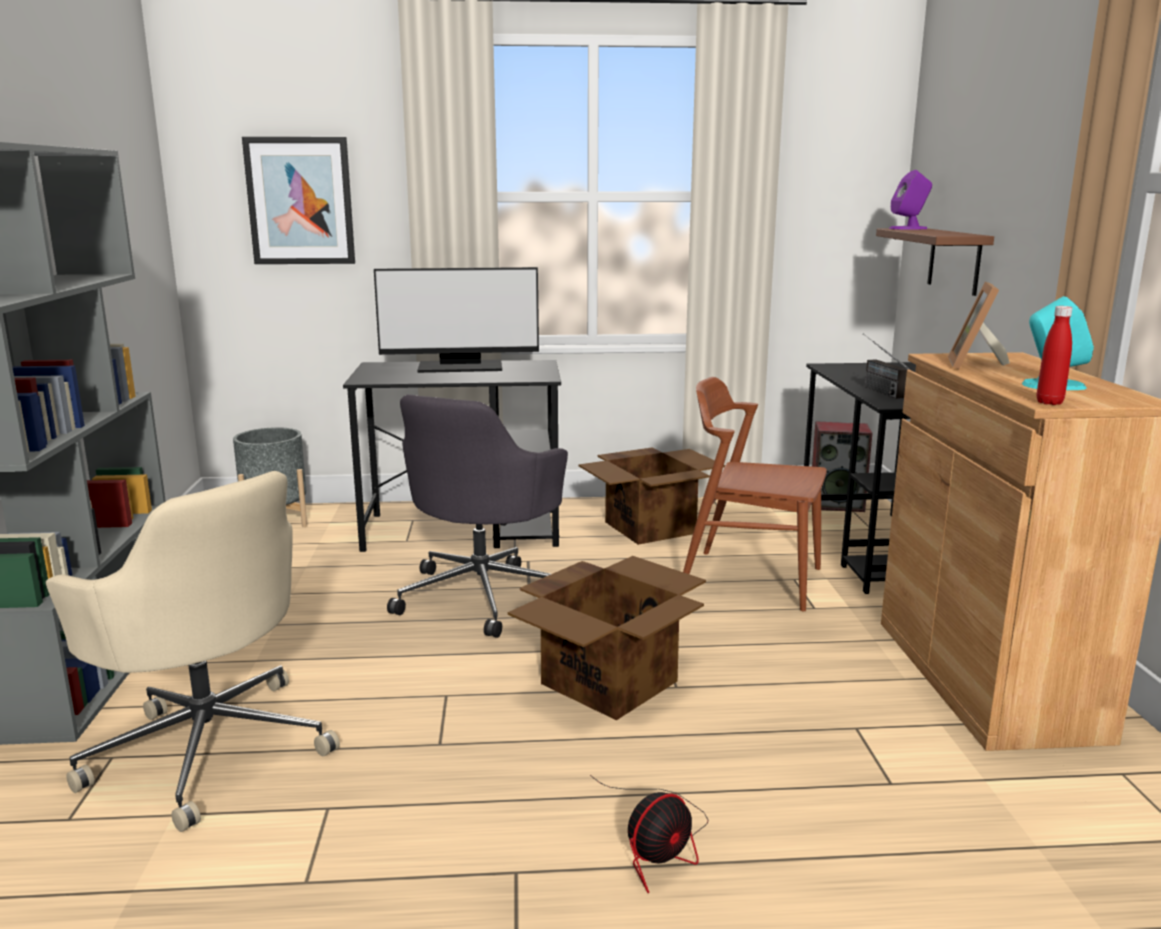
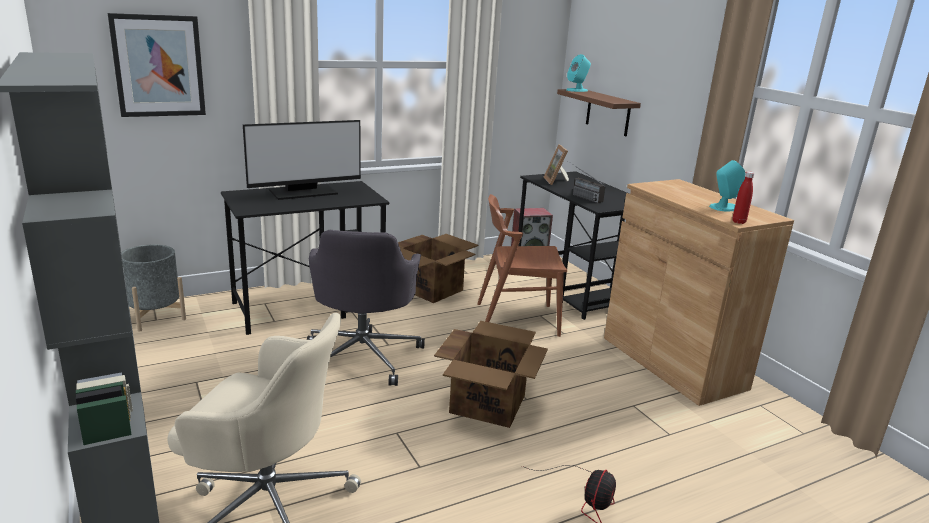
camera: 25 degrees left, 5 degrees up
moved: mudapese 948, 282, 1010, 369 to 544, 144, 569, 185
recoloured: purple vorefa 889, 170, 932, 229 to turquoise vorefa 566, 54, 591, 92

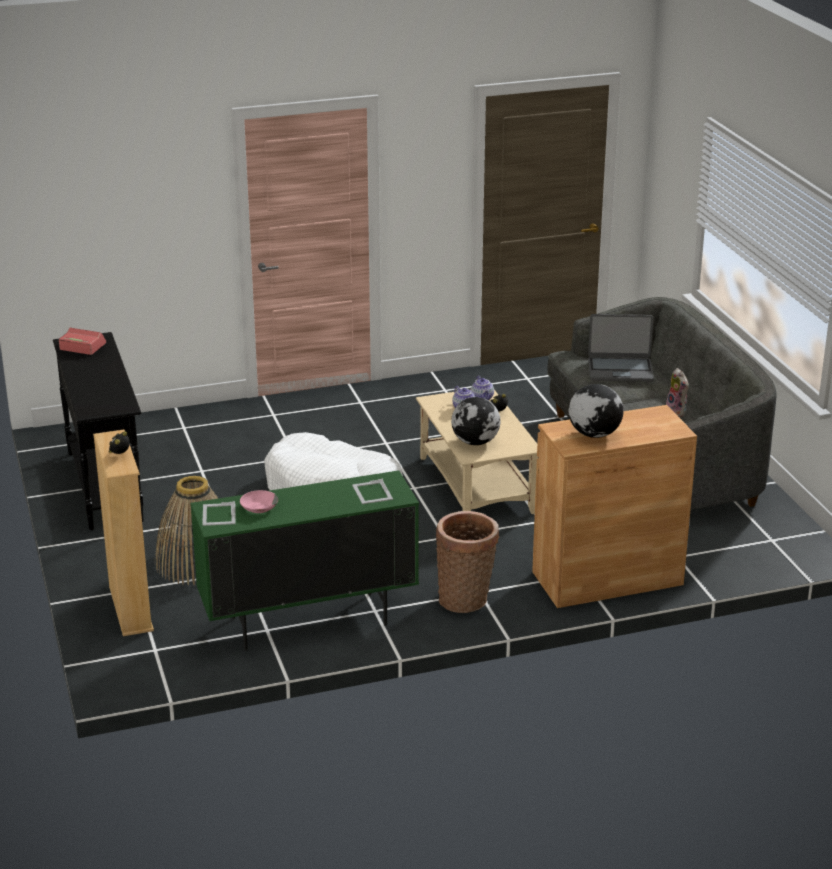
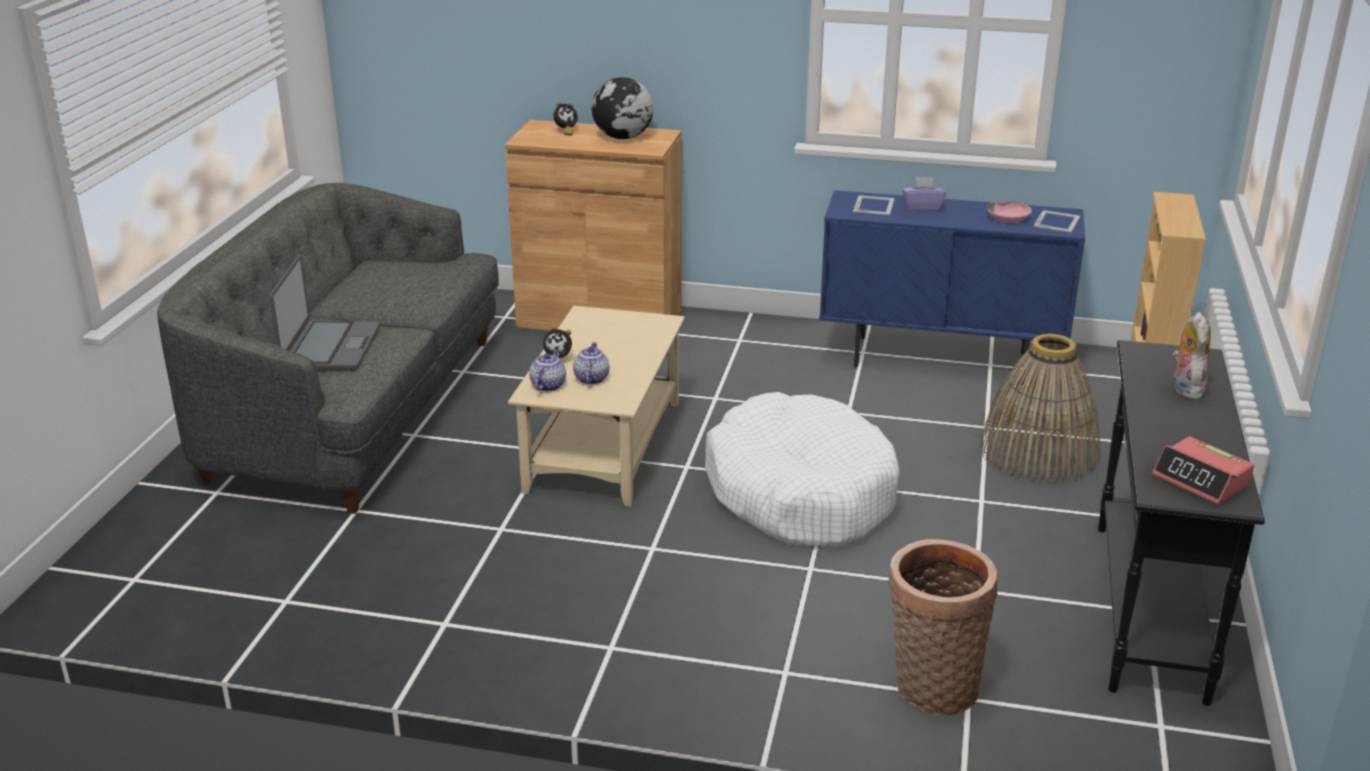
camera: 150 degrees left, 0 degrees up
removed: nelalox 451, 397, 500, 445
added: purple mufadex 903, 177, 946, 211
moved: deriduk 109, 431, 130, 454 to 554, 102, 578, 135; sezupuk 436, 511, 499, 613 to 888, 539, 997, 715; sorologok 666, 368, 689, 417 to 1173, 312, 1211, 399
recoloured: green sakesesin 190, 470, 419, 651 to blue sakesesin 819, 190, 1085, 384
turned: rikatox 588, 314, 654, 382 = 269, 255, 380, 370 60 degrees clockwise

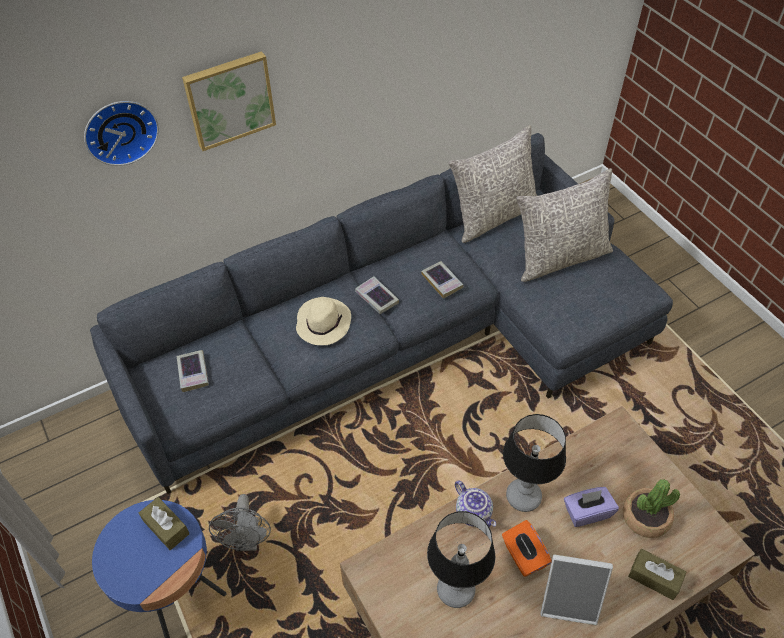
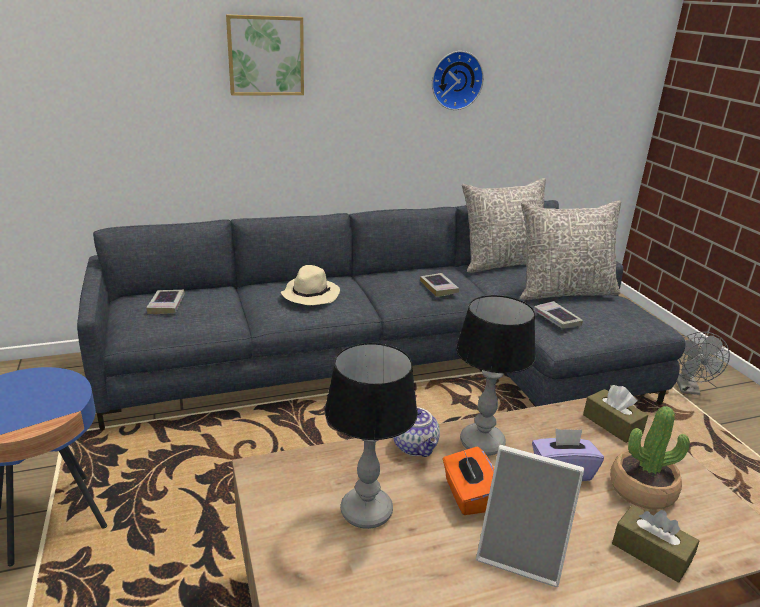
camera: 10 degrees right, 25 degrees down
moved: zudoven 84, 101, 159, 166 to 432, 51, 484, 110; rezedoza 355, 276, 399, 314 to 534, 301, 583, 329; brown mufadex 139, 497, 190, 550 to 583, 385, 648, 443; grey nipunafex 209, 494, 271, 551 to 676, 332, 730, 395

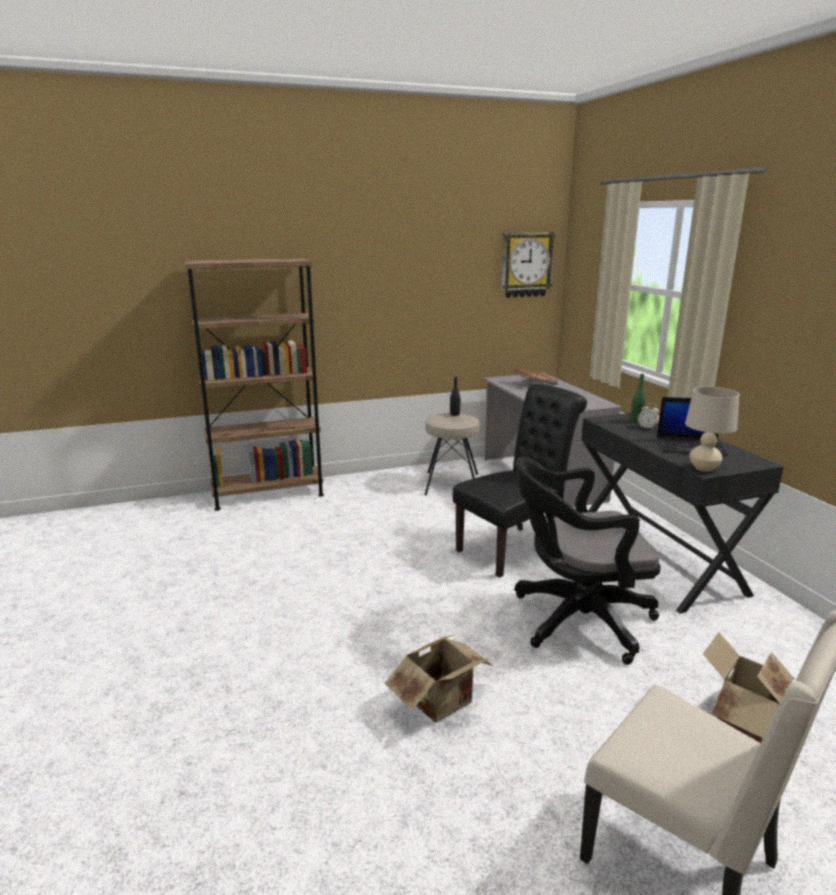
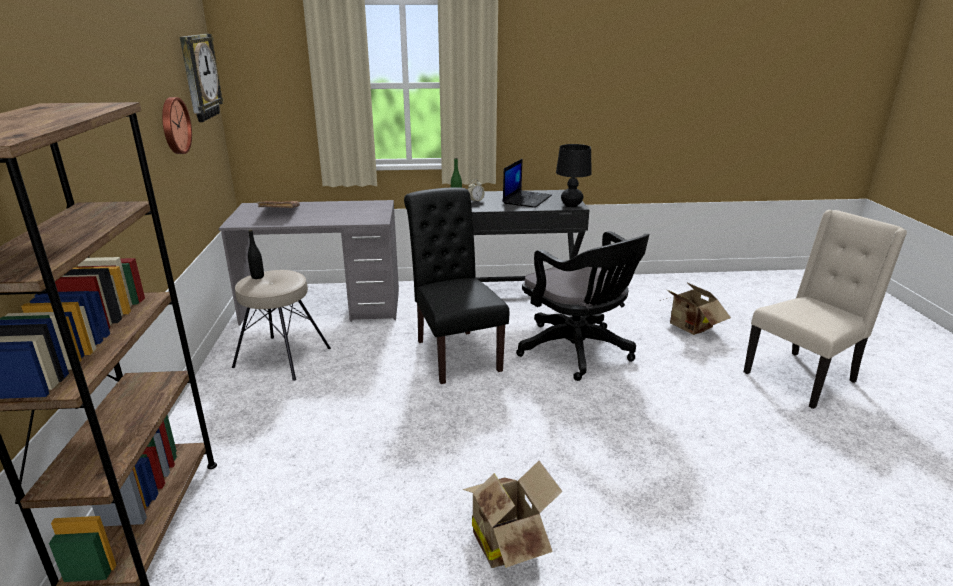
camera: 75 degrees left, 5 degrees up
added: zudoven 162, 97, 192, 154
moved: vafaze 384, 633, 493, 723 to 463, 461, 563, 568
recoloured: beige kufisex 685, 387, 739, 472 to black kufisex 556, 144, 592, 207
turned: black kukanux 515, 457, 661, 665 = 516, 231, 649, 381 45 degrees counterclockwise

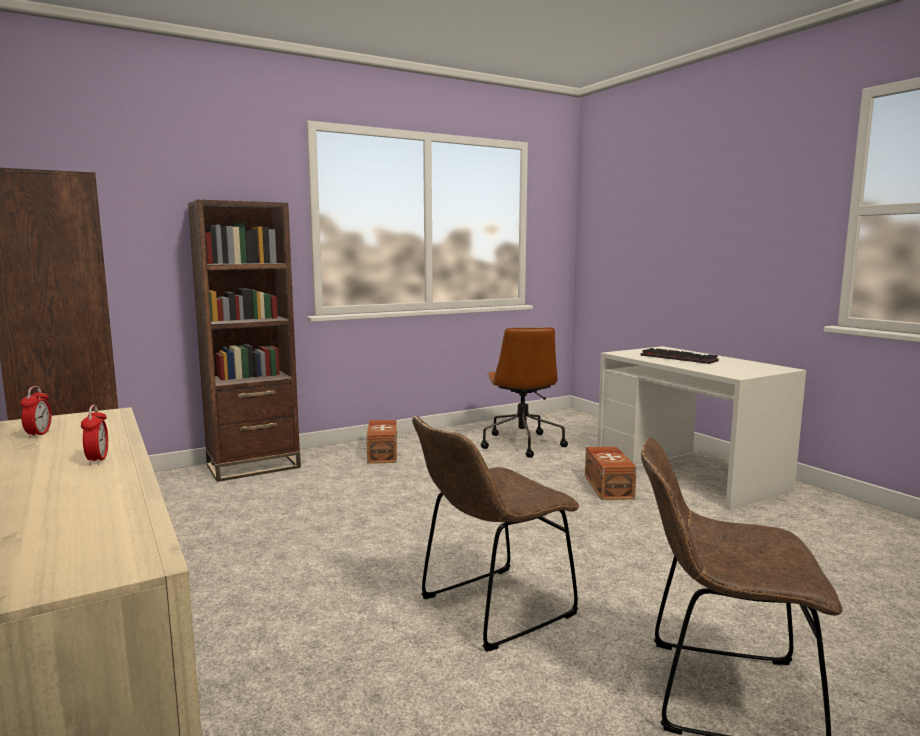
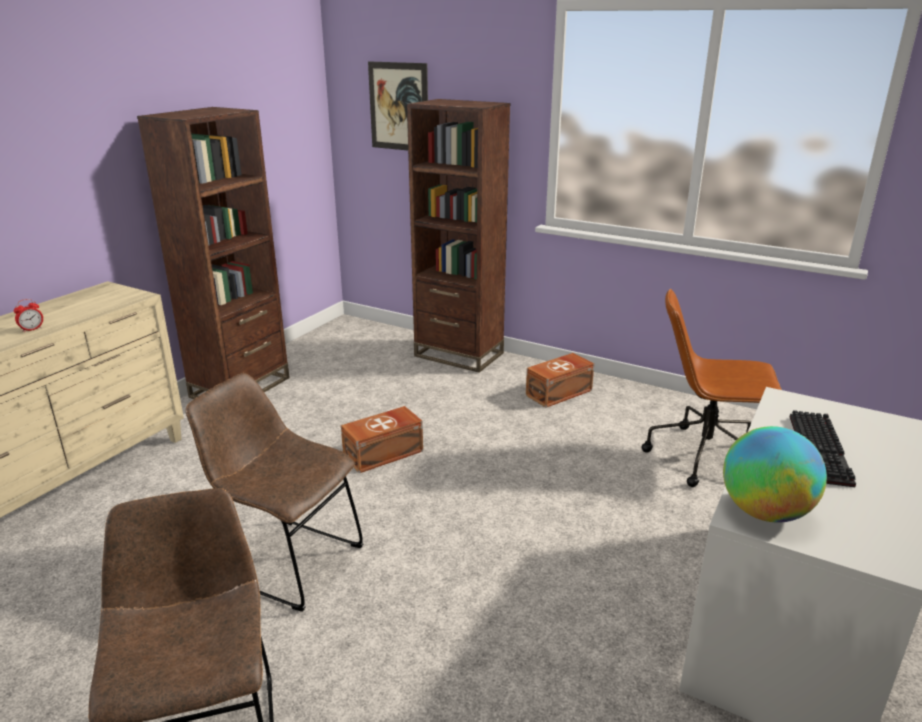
camera: 60 degrees right, 15 degrees up
removed: deriduk 20, 386, 51, 438
added: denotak 368, 61, 428, 151; nelalox 723, 426, 827, 523
moved: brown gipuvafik 585, 446, 637, 500 to 341, 406, 423, 473
turned: brown kukanux 481, 327, 568, 458 = 642, 289, 782, 487 45 degrees clockwise

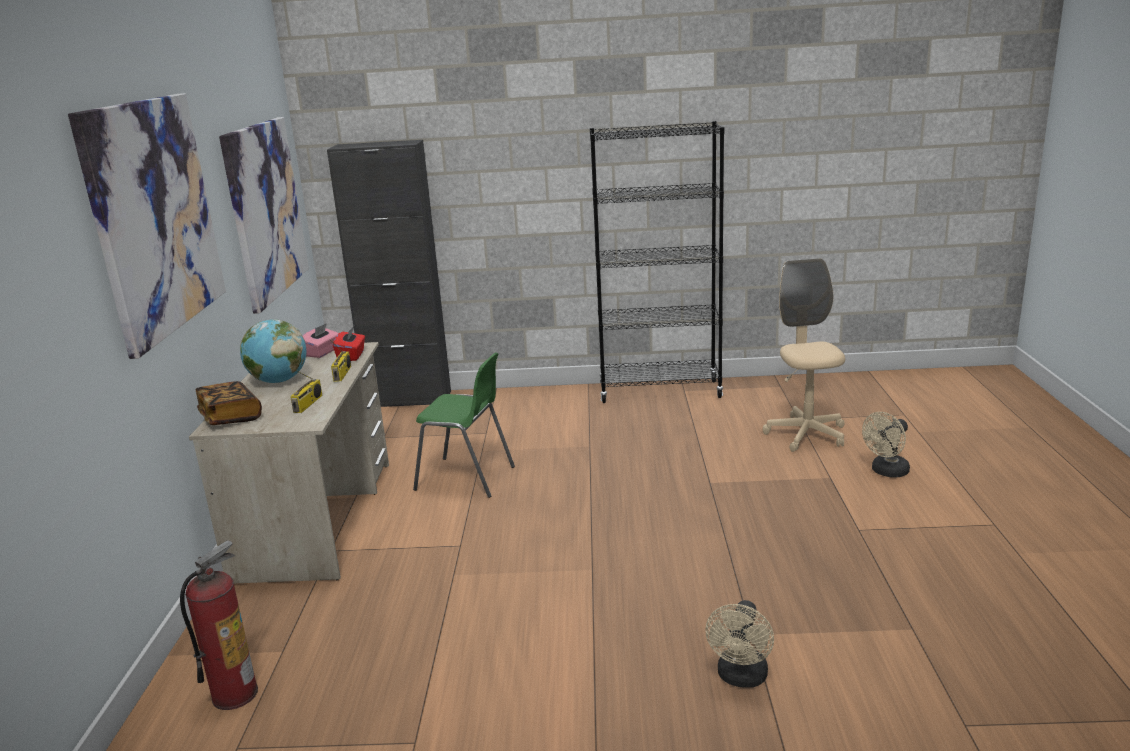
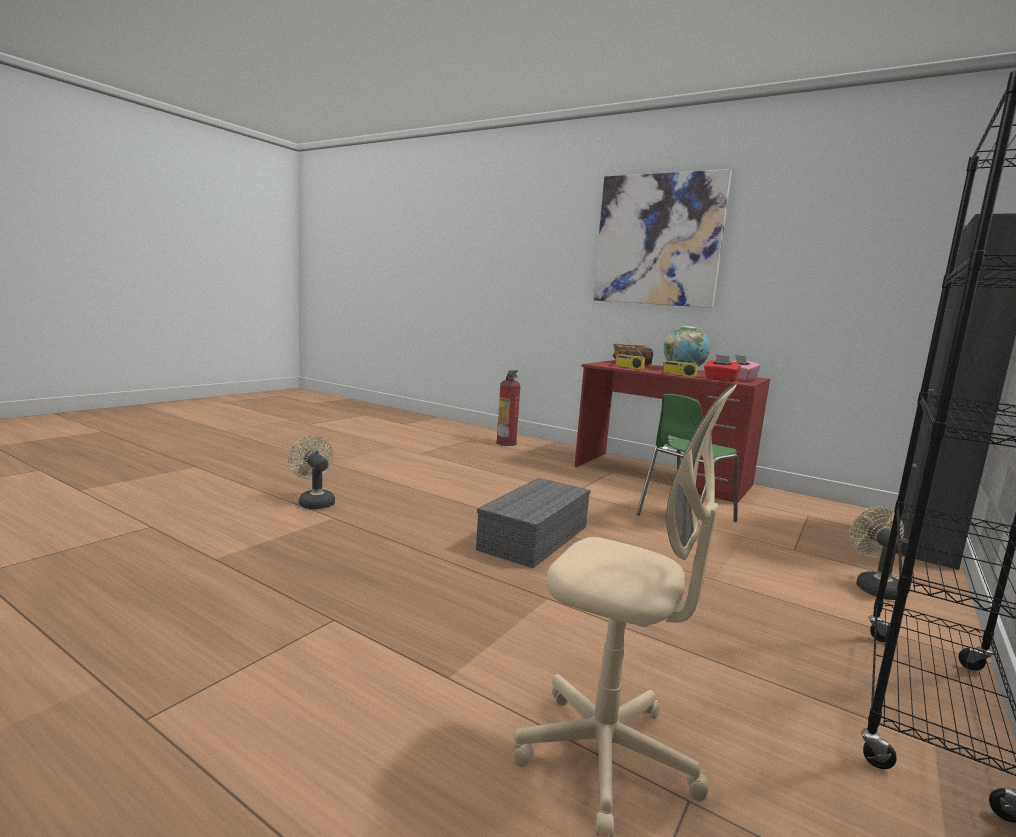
camera: 120 degrees right, 10 degrees down
removed: denotak 219, 117, 309, 314
added: grey gipuvafik 476, 478, 591, 568
moved: beige nipunafex 862, 412, 910, 477 to 849, 506, 908, 600
recoloured: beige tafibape 189, 342, 389, 583 to red tafibape 574, 360, 770, 502

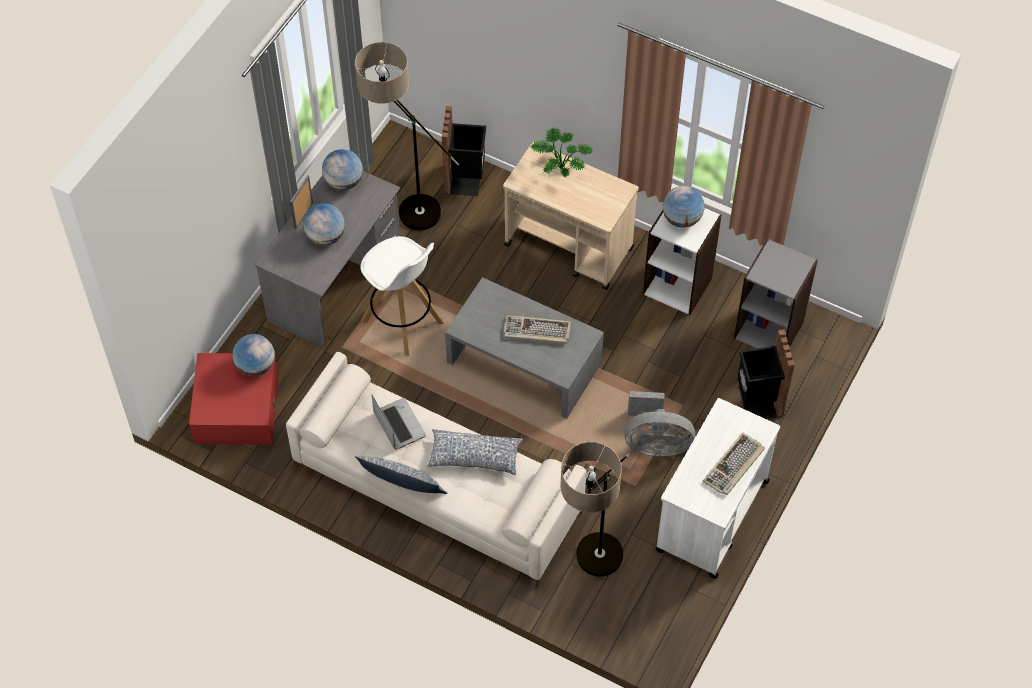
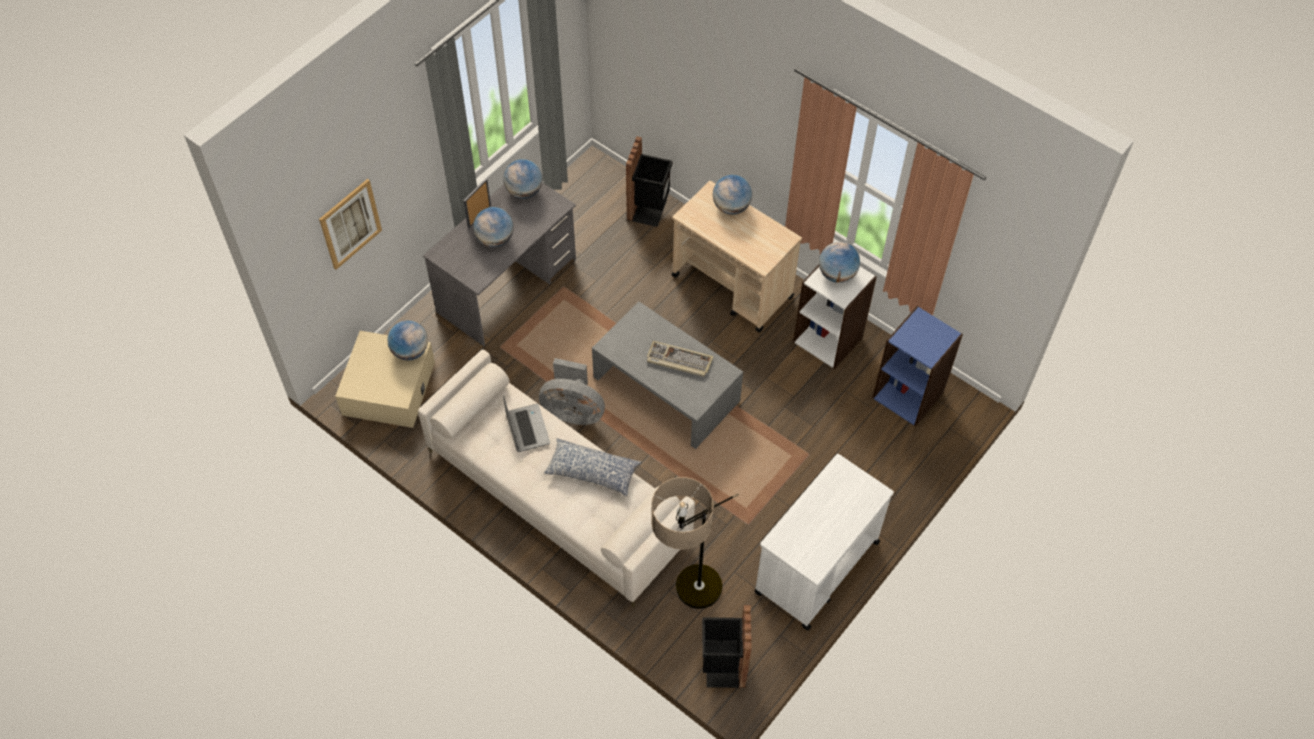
camera: 10 degrees right, 0 degrees up
removed: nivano 355, 42, 459, 230; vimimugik 355, 456, 447, 494; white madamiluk 360, 236, 444, 356; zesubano 703, 432, 765, 495
added: denotak 319, 179, 382, 270
moved: grey nipunafex 624, 391, 695, 456 to 539, 358, 605, 425; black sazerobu 738, 329, 795, 419 to 702, 605, 752, 688
replaced: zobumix 531, 127, 593, 177 to nelalox 713, 175, 752, 215
recoloured: red gipuvafik 189, 353, 279, 445 to beige gipuvafik 335, 331, 435, 428; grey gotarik 734, 238, 818, 349 to blue gotarik 872, 306, 963, 427

